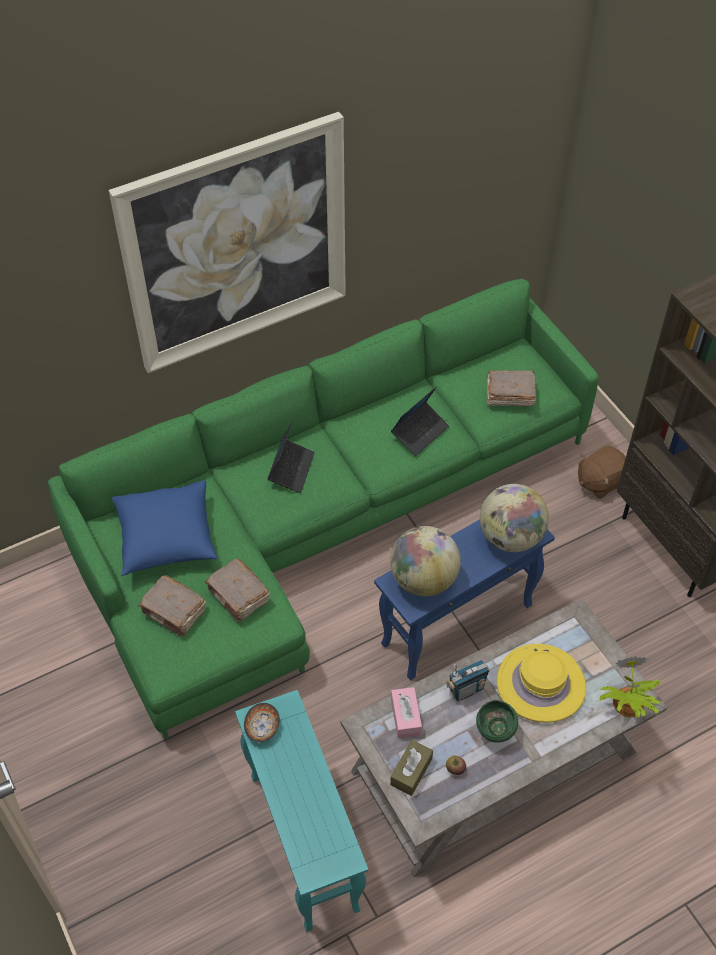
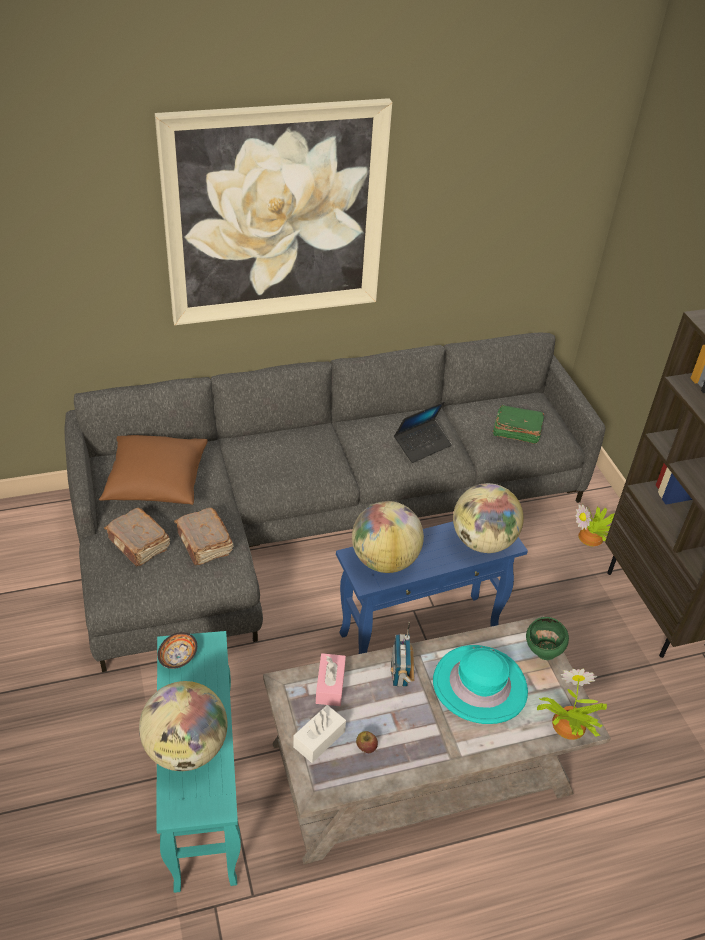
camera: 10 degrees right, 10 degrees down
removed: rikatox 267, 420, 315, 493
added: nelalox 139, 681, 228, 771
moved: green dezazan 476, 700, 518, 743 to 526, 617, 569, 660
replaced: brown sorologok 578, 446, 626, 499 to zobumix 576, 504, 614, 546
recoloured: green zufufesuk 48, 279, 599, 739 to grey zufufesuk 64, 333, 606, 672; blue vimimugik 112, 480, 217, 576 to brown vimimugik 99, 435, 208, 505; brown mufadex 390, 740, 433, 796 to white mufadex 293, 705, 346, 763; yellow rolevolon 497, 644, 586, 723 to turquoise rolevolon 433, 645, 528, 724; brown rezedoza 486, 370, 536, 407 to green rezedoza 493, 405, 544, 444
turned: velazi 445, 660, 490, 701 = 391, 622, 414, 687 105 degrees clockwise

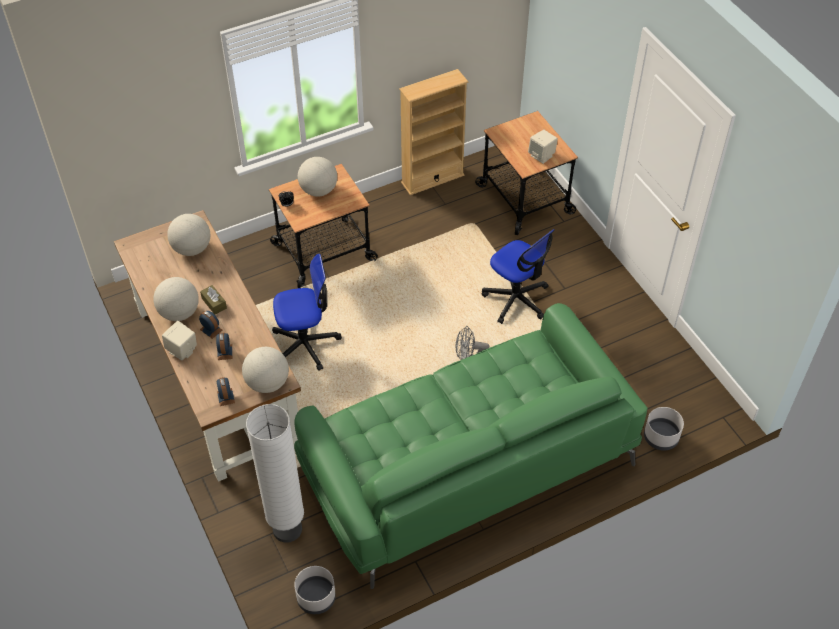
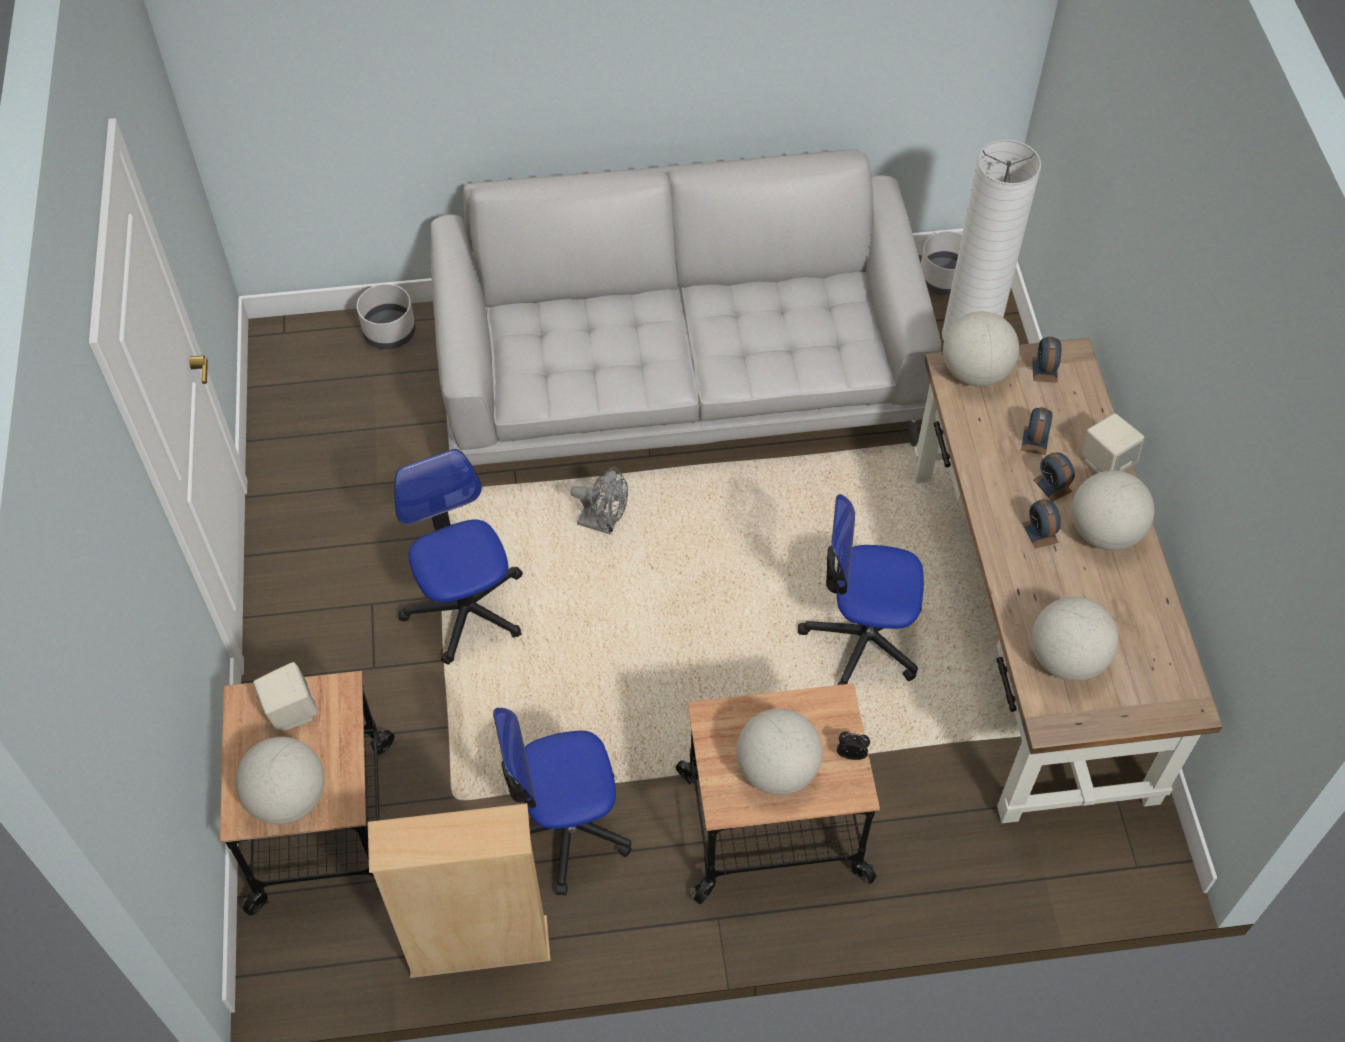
camera: 160 degrees left, 5 degrees up
added: nelalox 236, 737, 325, 825; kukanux 493, 708, 632, 895
replaced: brown mufadex 200, 285, 227, 315 to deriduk 1022, 499, 1061, 549
recoloured: green zufufesuk 294, 303, 648, 589 to grey zufufesuk 431, 149, 941, 468

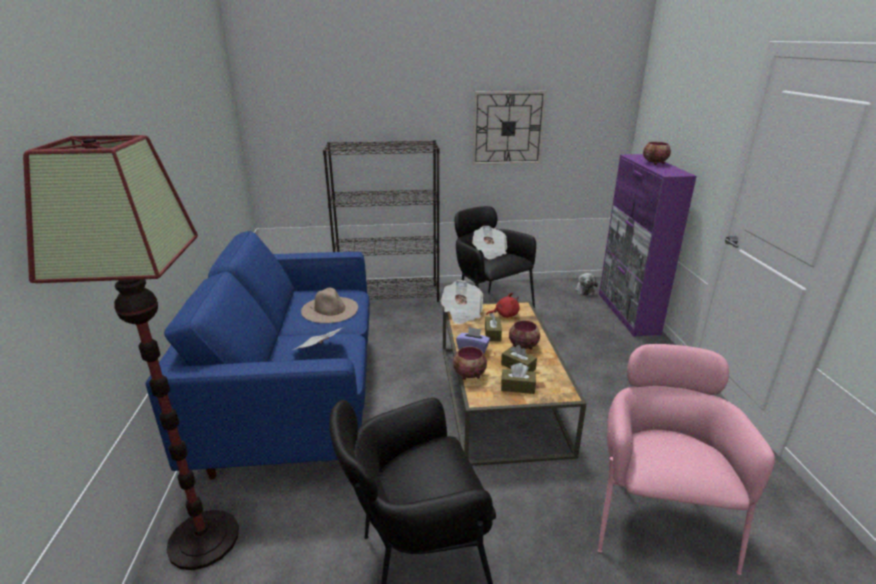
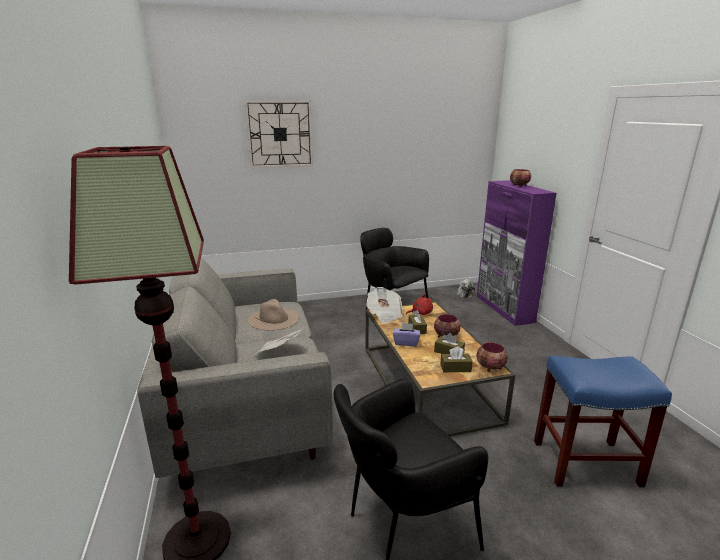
camera: 10 degrees left, 5 degrees down
removed: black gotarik 323, 140, 440, 302; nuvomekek 472, 226, 507, 259
moved: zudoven 473, 91, 547, 165 to 245, 100, 313, 168; dezazan 453, 346, 487, 380 to 476, 342, 508, 372
replaced: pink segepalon 597, 344, 775, 575 to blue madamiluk 534, 356, 672, 488
recoloured: blue zufufesuk 146, 231, 370, 479 to grey zufufesuk 137, 258, 333, 478

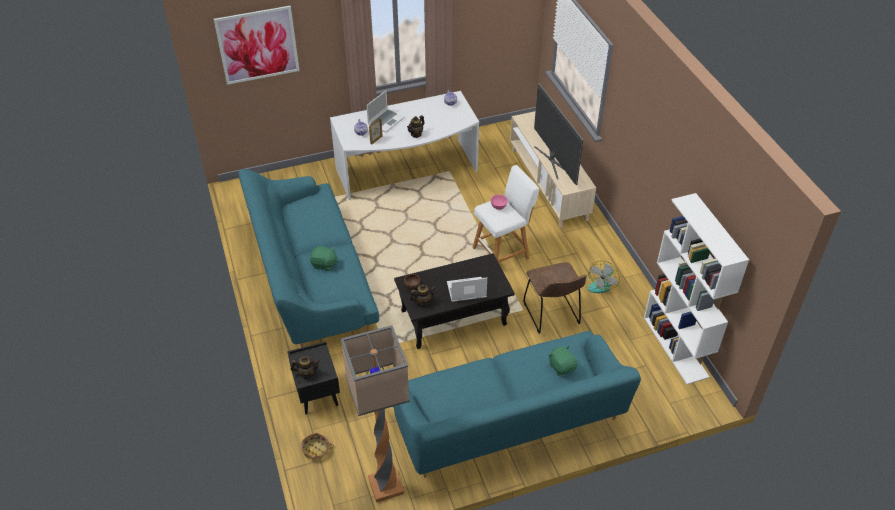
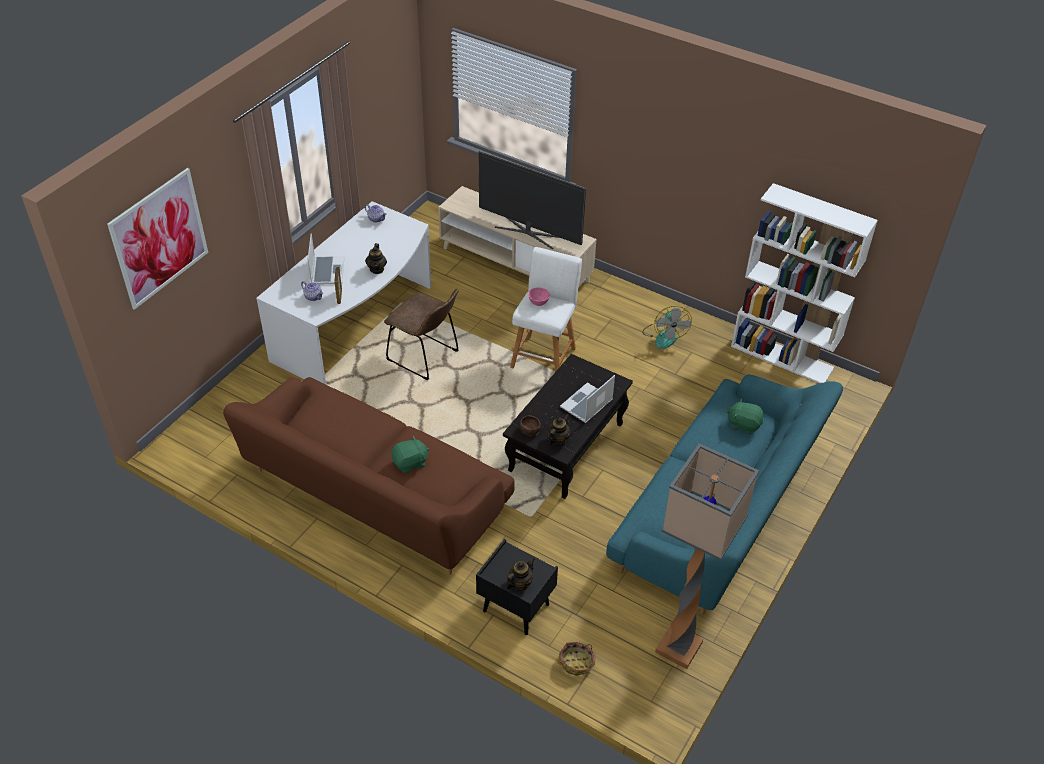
camera: 40 degrees left, 0 degrees up
moved: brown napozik 523, 262, 587, 334 to 384, 289, 459, 381
recoloured: turquoise zufufesuk 238, 169, 379, 348 to brown zufufesuk 223, 377, 514, 575

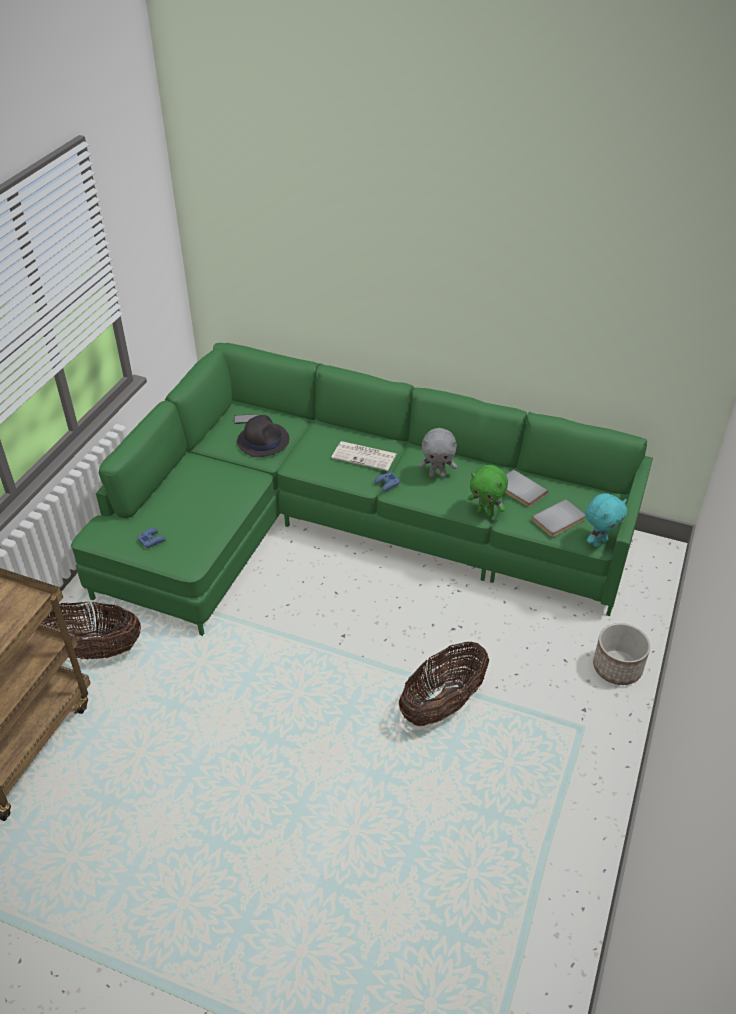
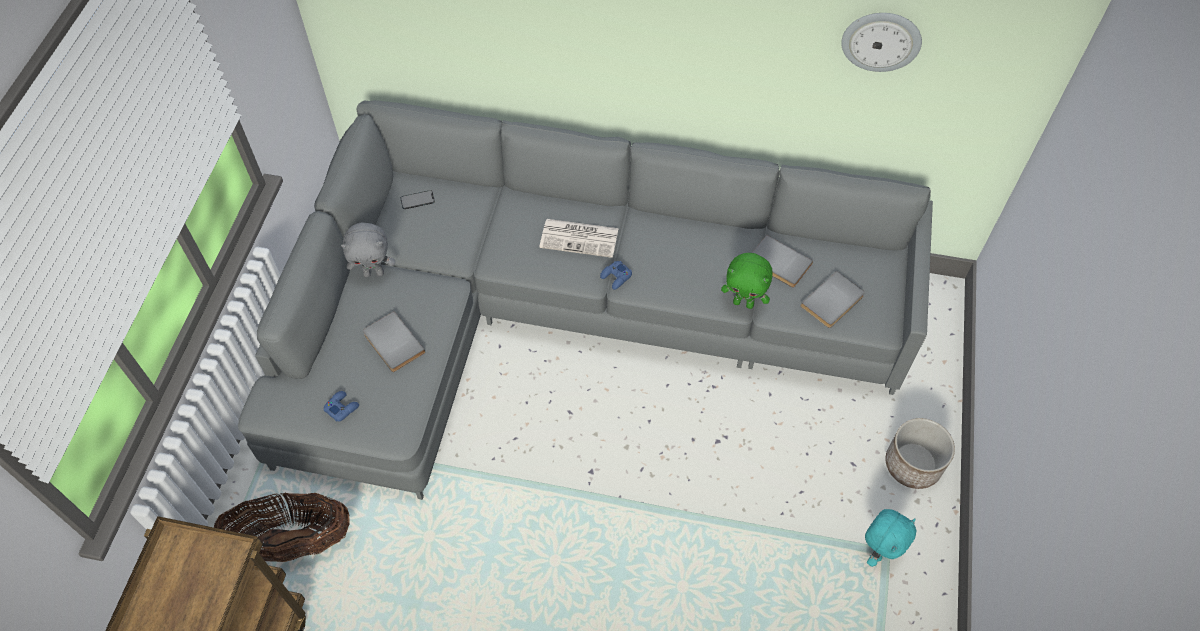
camera: 10 degrees left, 15 degrees up
removed: black rolevolon 237, 415, 289, 457; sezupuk 399, 641, 489, 726
added: grey rezedoza 363, 311, 425, 372; zudoven 841, 13, 922, 72
moved: grey sorologok 419, 428, 457, 478 to 341, 222, 395, 277; turquoise sorologok 585, 493, 627, 547 to 865, 509, 916, 567
recoloured: green zufufesuk 71, 343, 653, 636 to grey zufufesuk 238, 100, 933, 500

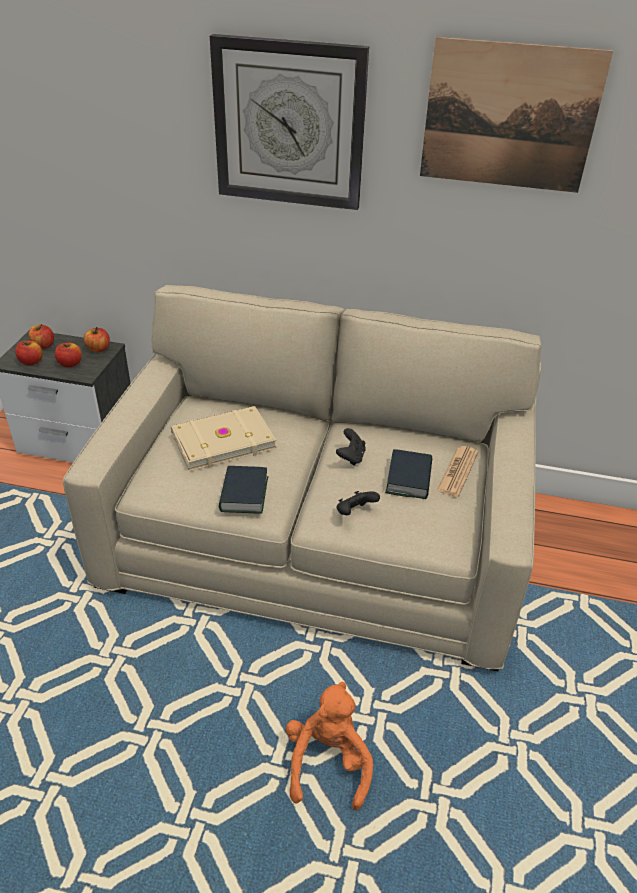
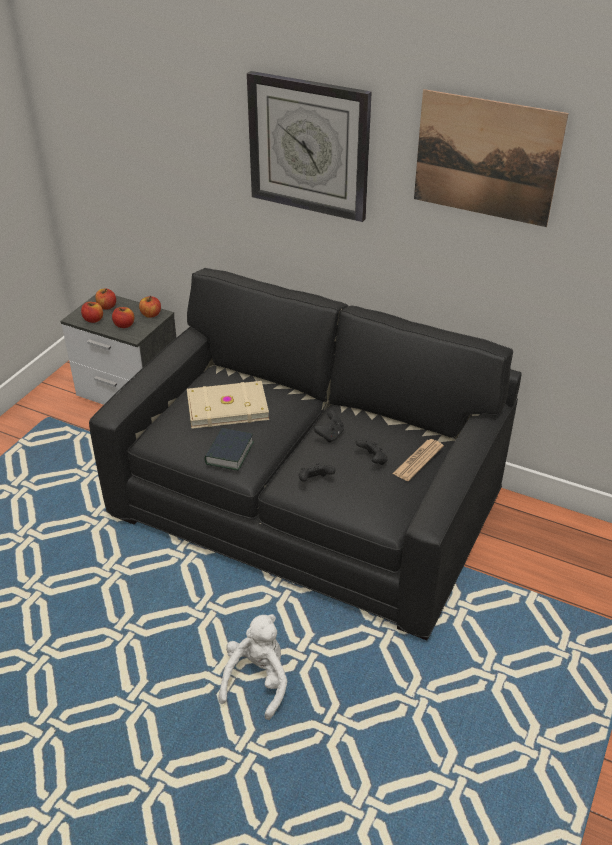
camera: 15 degrees right, 0 degrees up
replaced: rezedoza 385, 449, 432, 499 to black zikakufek 356, 438, 388, 465
recoloured: beige zufufesuk 63, 285, 542, 671 to black zufufesuk 89, 268, 522, 640; orange sorologok 286, 681, 373, 811 to white sorologok 218, 614, 288, 720

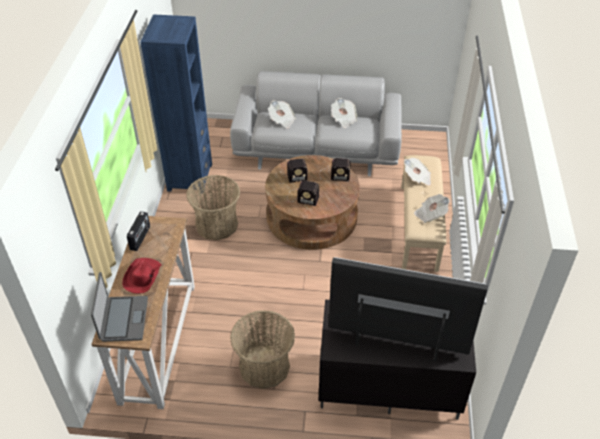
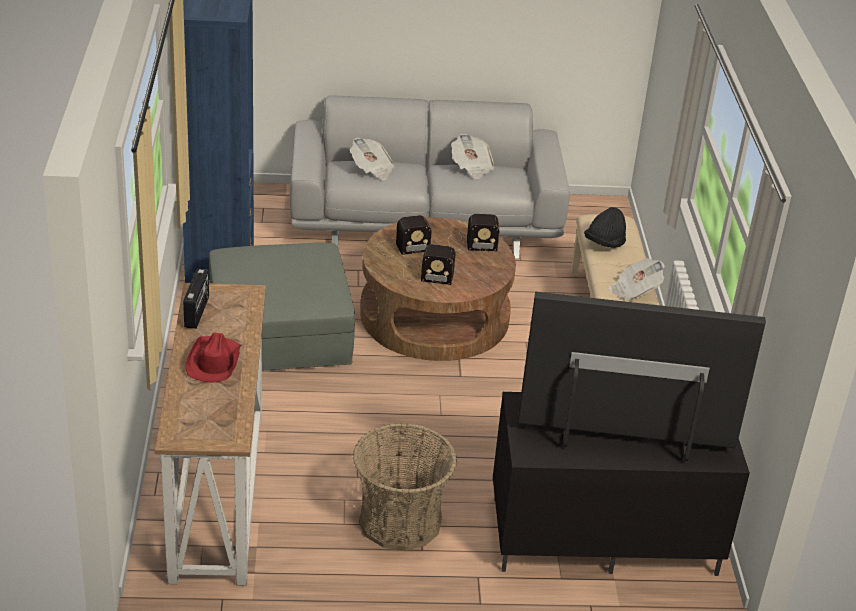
camera: 10 degrees left, 10 degrees down
removed: rikatox 91, 272, 148, 342
replaced: sezupuk 186, 175, 240, 240 to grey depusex 209, 243, 355, 371; nuvomekek 404, 158, 431, 186 to black rolevolon 584, 207, 626, 248

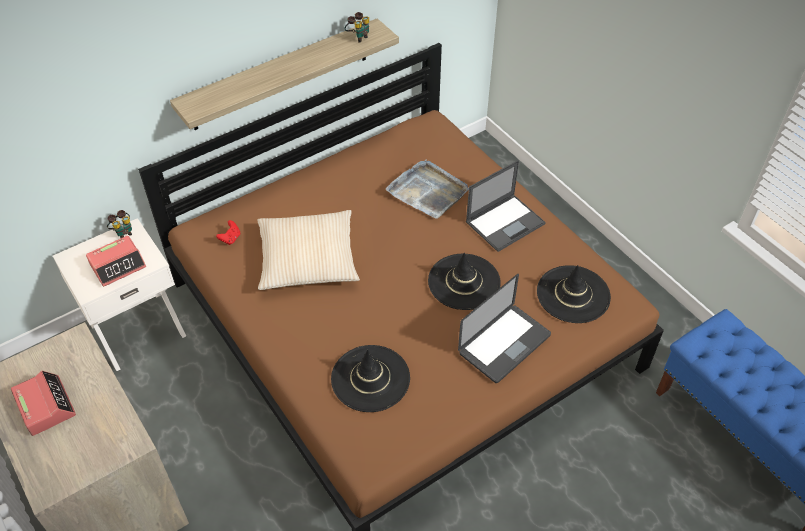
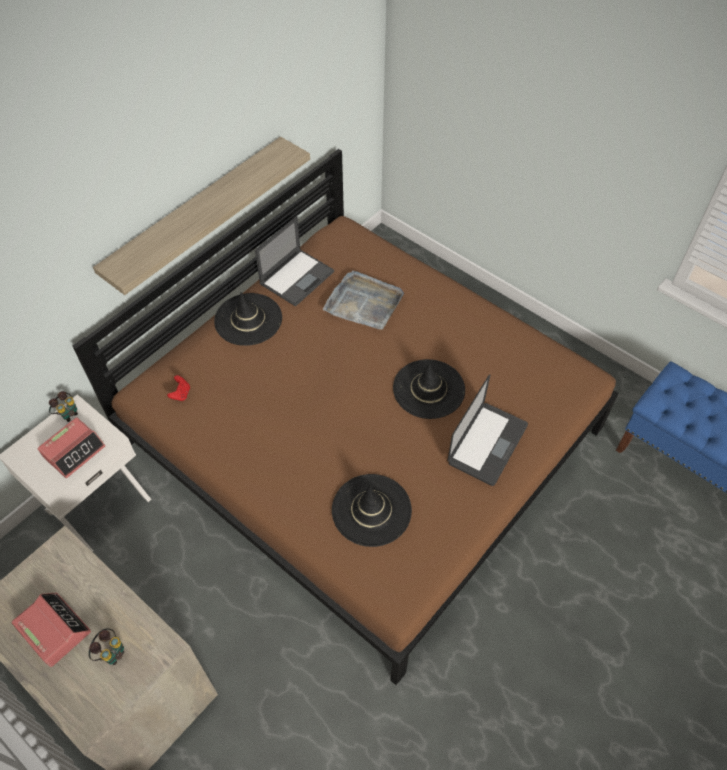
camera: 15 degrees left, 5 degrees up
removed: beige vimimugik 258, 210, 360, 290
moved: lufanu 344, 12, 369, 43 to 89, 629, 124, 665; black rolevolon 537, 265, 611, 323 to 214, 292, 282, 346; rikatox 466, 160, 546, 252 to 255, 216, 334, 307

